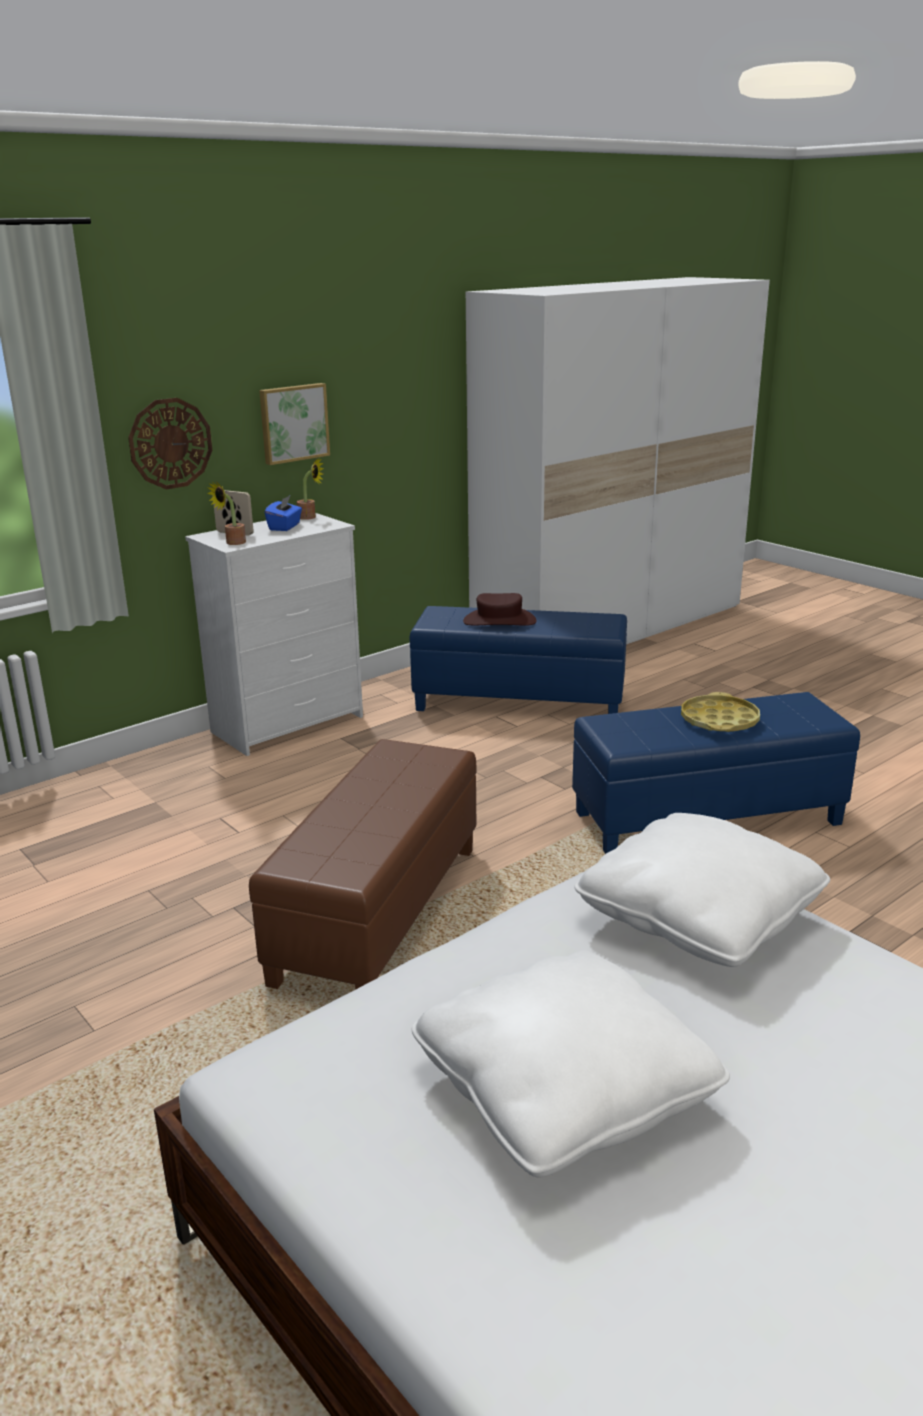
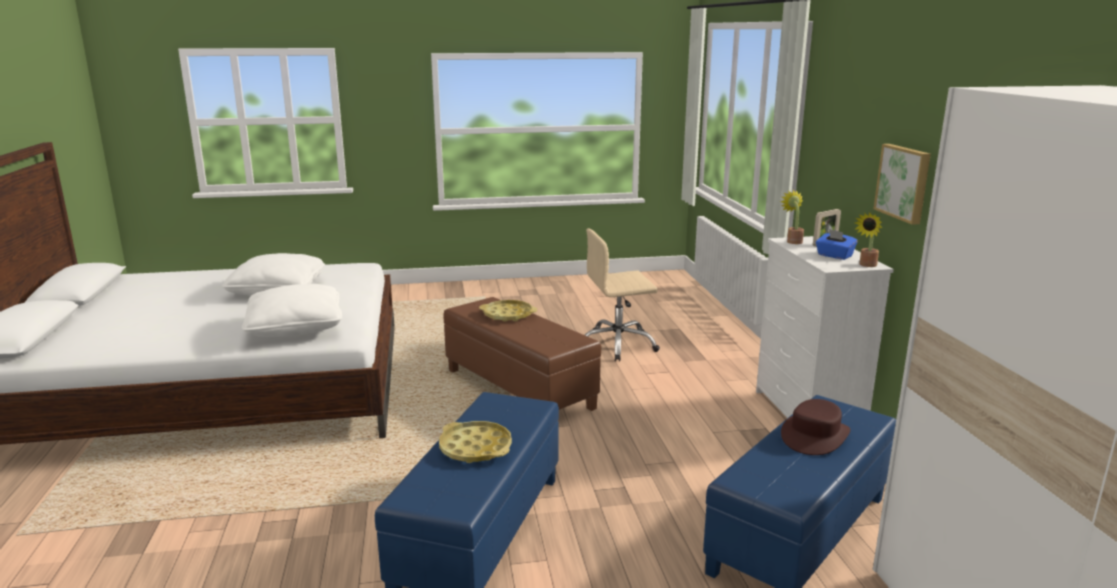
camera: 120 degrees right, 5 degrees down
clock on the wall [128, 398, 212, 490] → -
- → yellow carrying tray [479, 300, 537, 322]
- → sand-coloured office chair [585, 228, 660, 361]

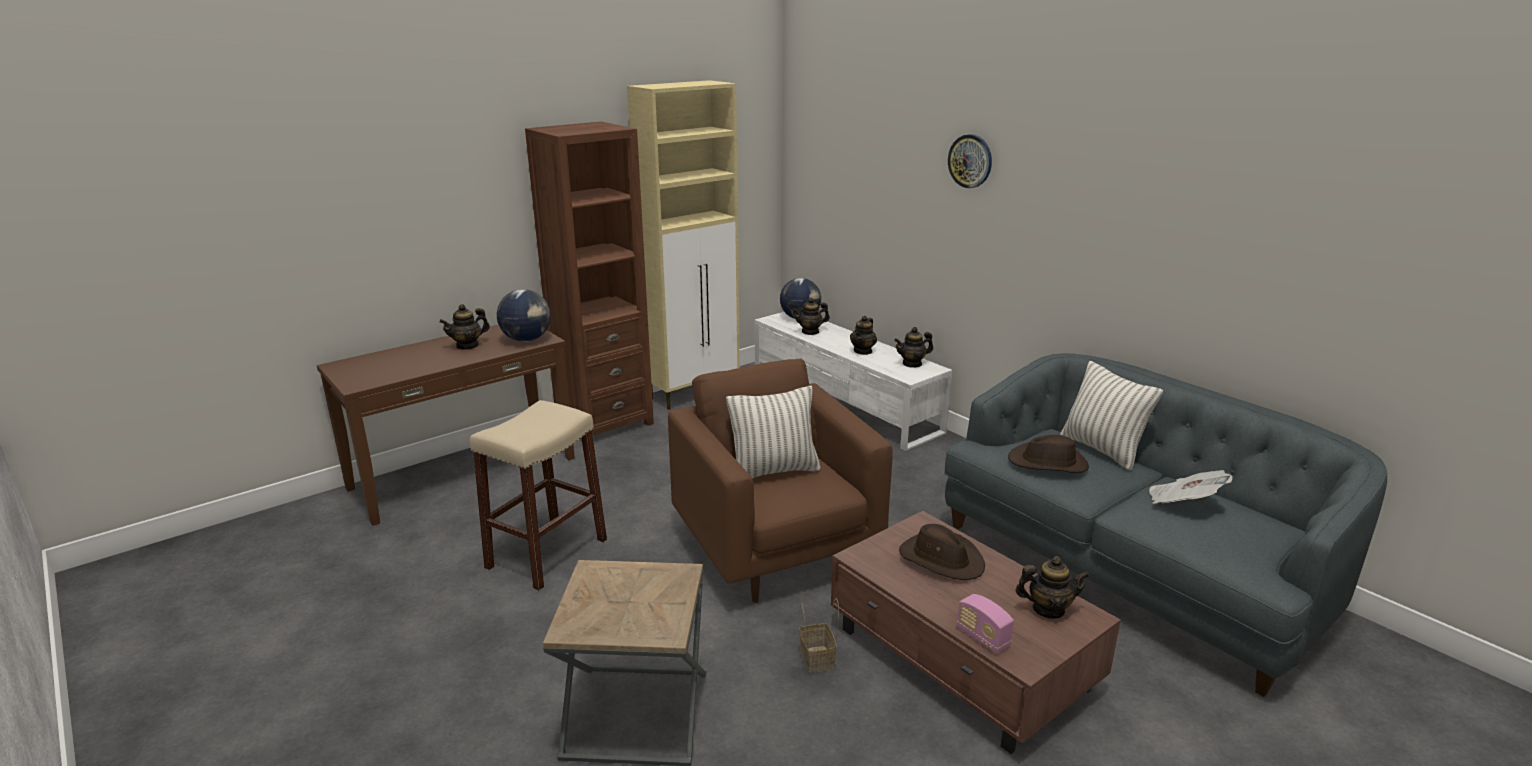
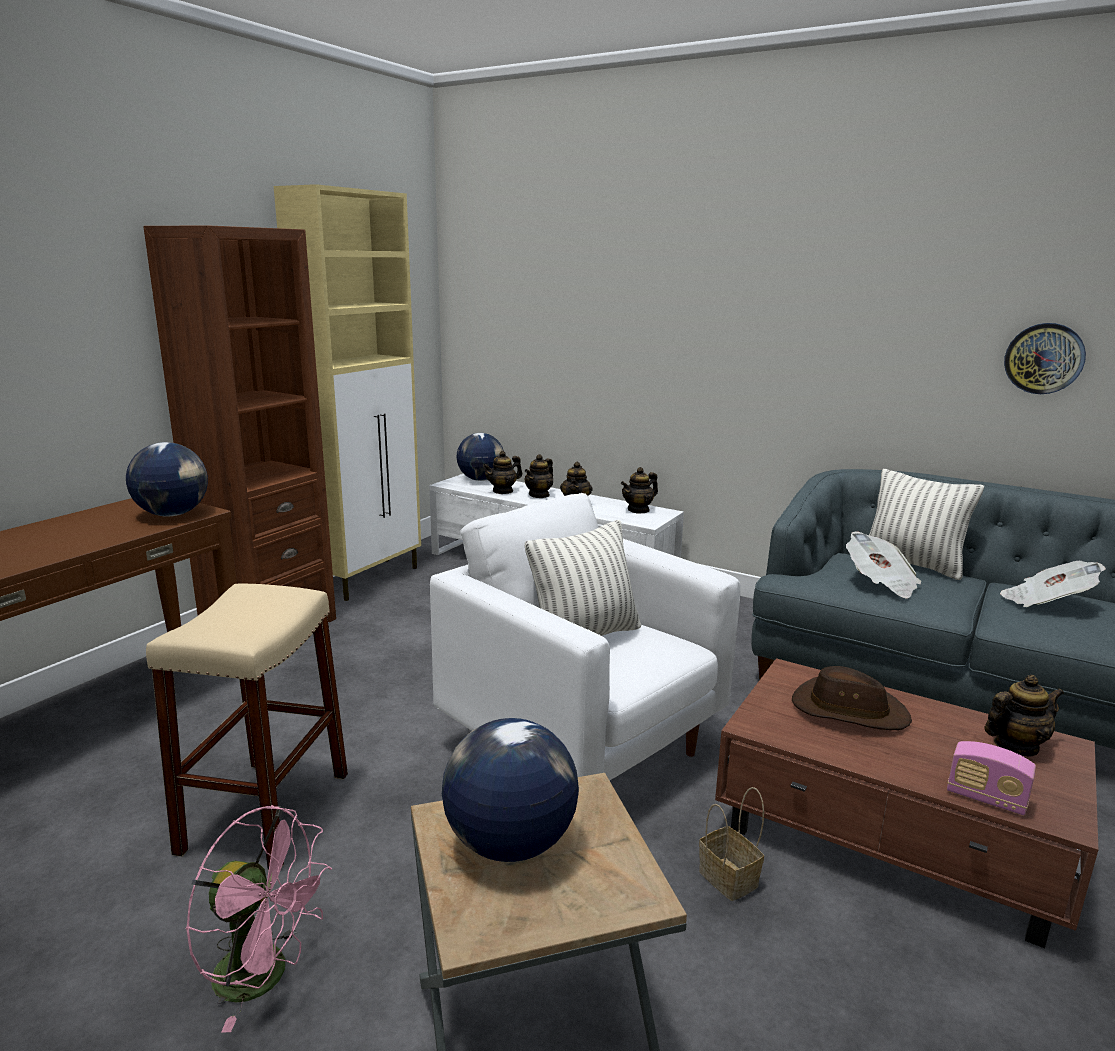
camera: 20 degrees left, 5 degrees down
- → pink cooling fan [186, 805, 332, 1032]
- → world globe [442, 718, 579, 862]
tea pot [439, 304, 490, 350] → tea pot [525, 454, 553, 498], relocated
clock on the wall [948, 134, 992, 188] → clock on the wall [1004, 323, 1086, 394], relocated
brown-coloured hat [1008, 435, 1089, 473] → newspaper [846, 532, 922, 599]
brown-coloured lounge chair [668, 358, 893, 603] → white-coloured lounge chair [430, 493, 740, 781]

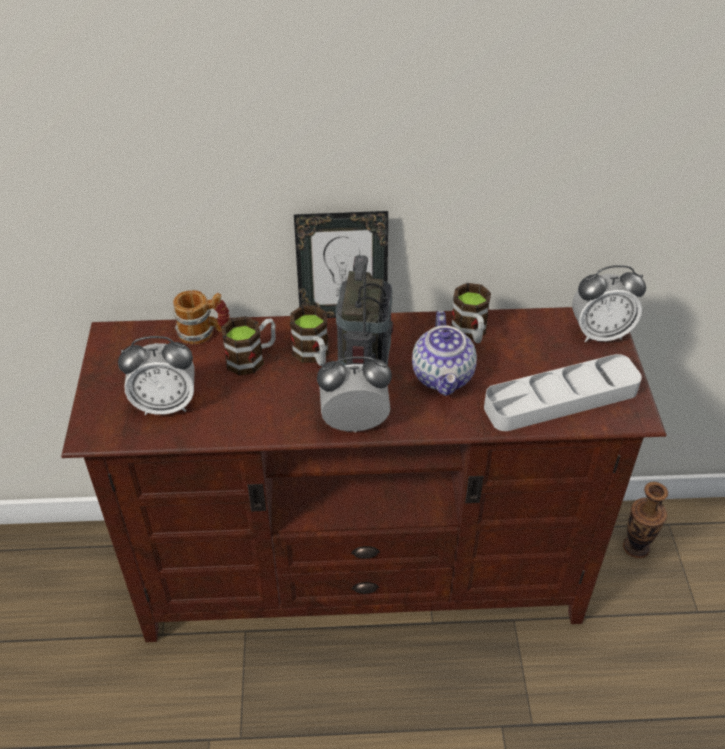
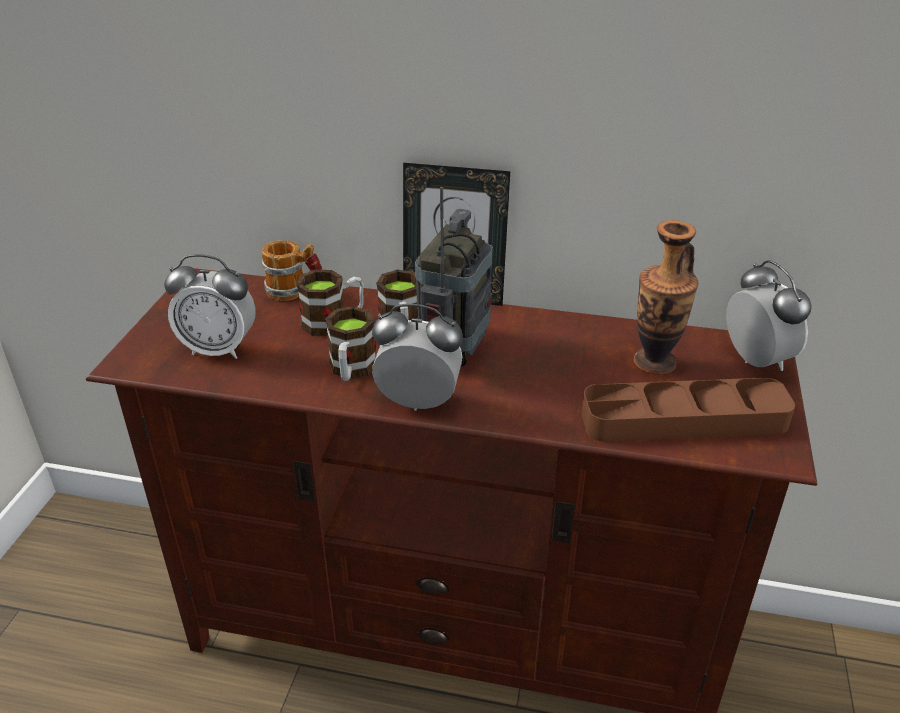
camera: 15 degrees right, 10 degrees down
tea pot [412, 311, 477, 396] → -
coffee mug [451, 283, 491, 343] → coffee mug [325, 306, 376, 381], relocated
vase [623, 482, 668, 558] → vase [634, 220, 699, 375], relocated
grey carrying tray [484, 354, 642, 431] → brown-coloured carrying tray [582, 378, 795, 441]
bedside clock [572, 265, 646, 342] → bedside clock [726, 260, 812, 371], 120 degrees counterclockwise

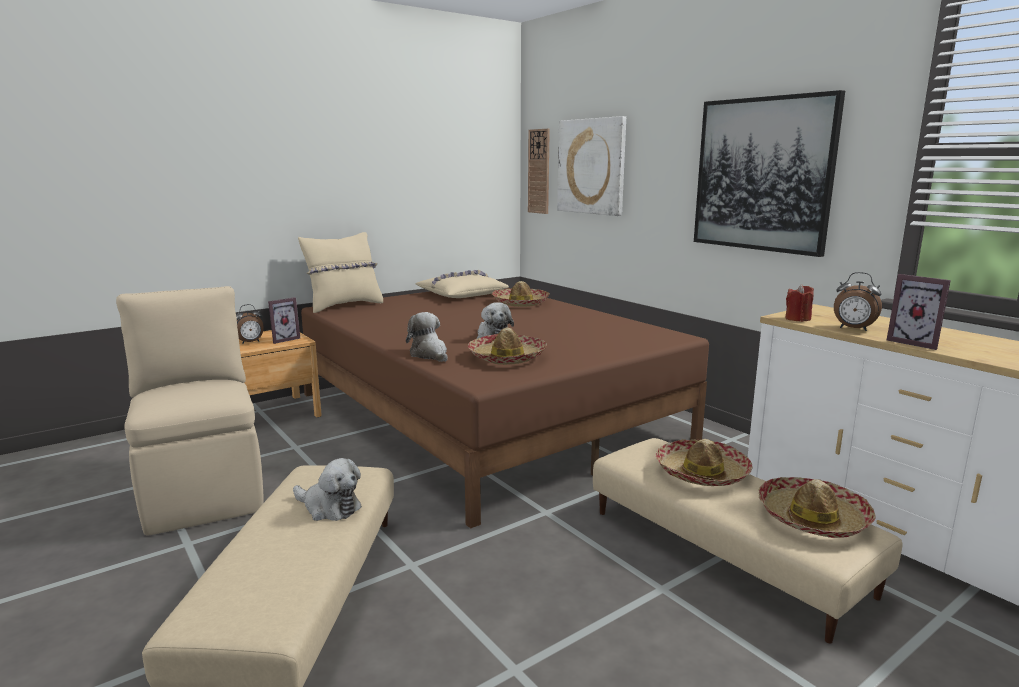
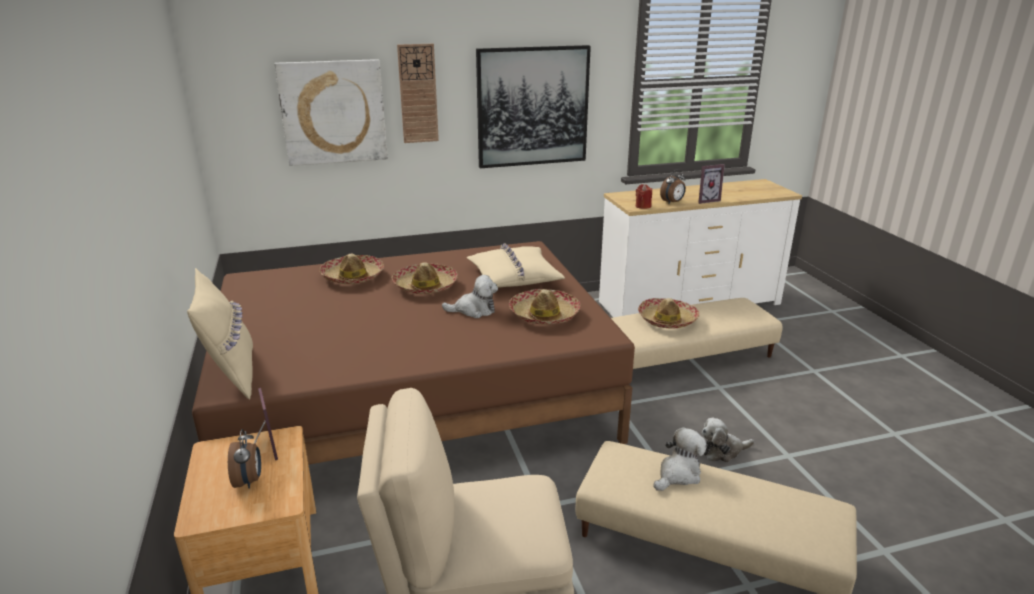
camera: 70 degrees left, 10 degrees up
plush toy [406, 312, 448, 362] → plush toy [702, 418, 755, 462], relocated
sand-coloured throw pillow [415, 270, 509, 298] → sand-coloured throw pillow [467, 243, 565, 288], relocated
clock on the wall [528, 129, 550, 214] → clock on the wall [397, 44, 439, 143], relocated
hat [759, 477, 876, 538] → hat [392, 263, 458, 294], relocated

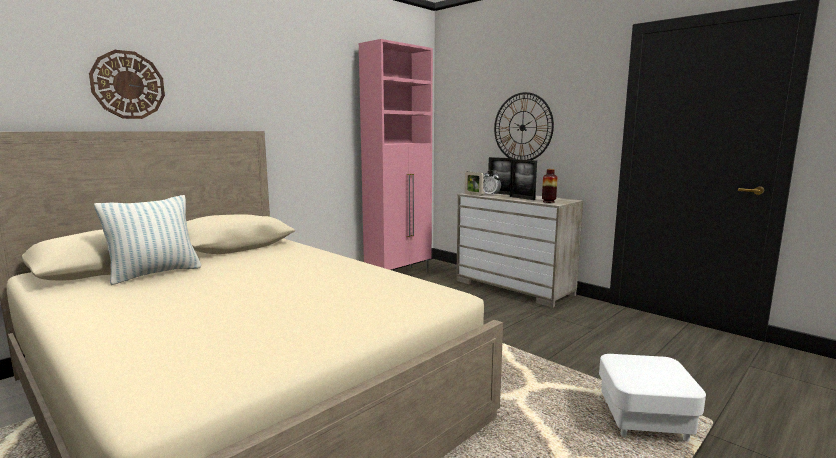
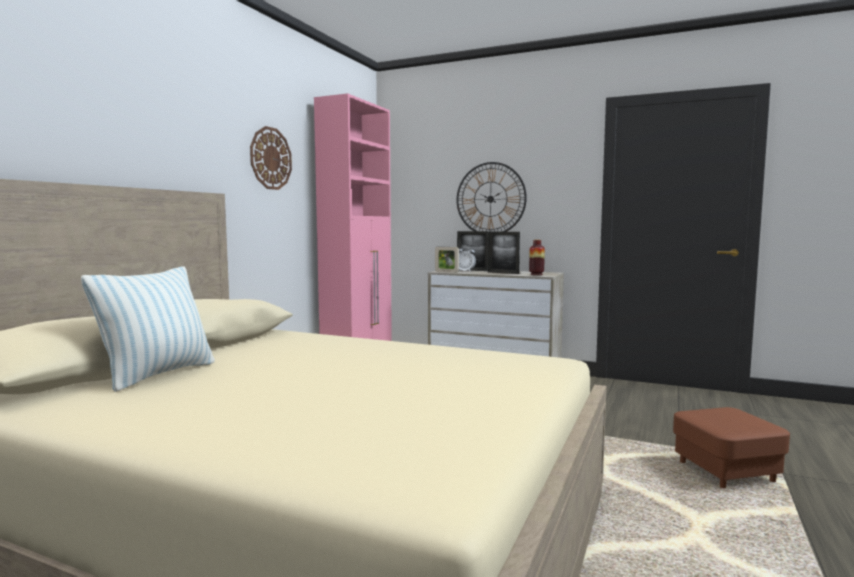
camera: 20 degrees left, 5 degrees down
clock on the wall [89, 50, 165, 119] → clock on the wall [250, 126, 292, 190], relocated
white-coloured pouffe [599, 354, 706, 442] → brown-coloured pouffe [673, 407, 790, 488]

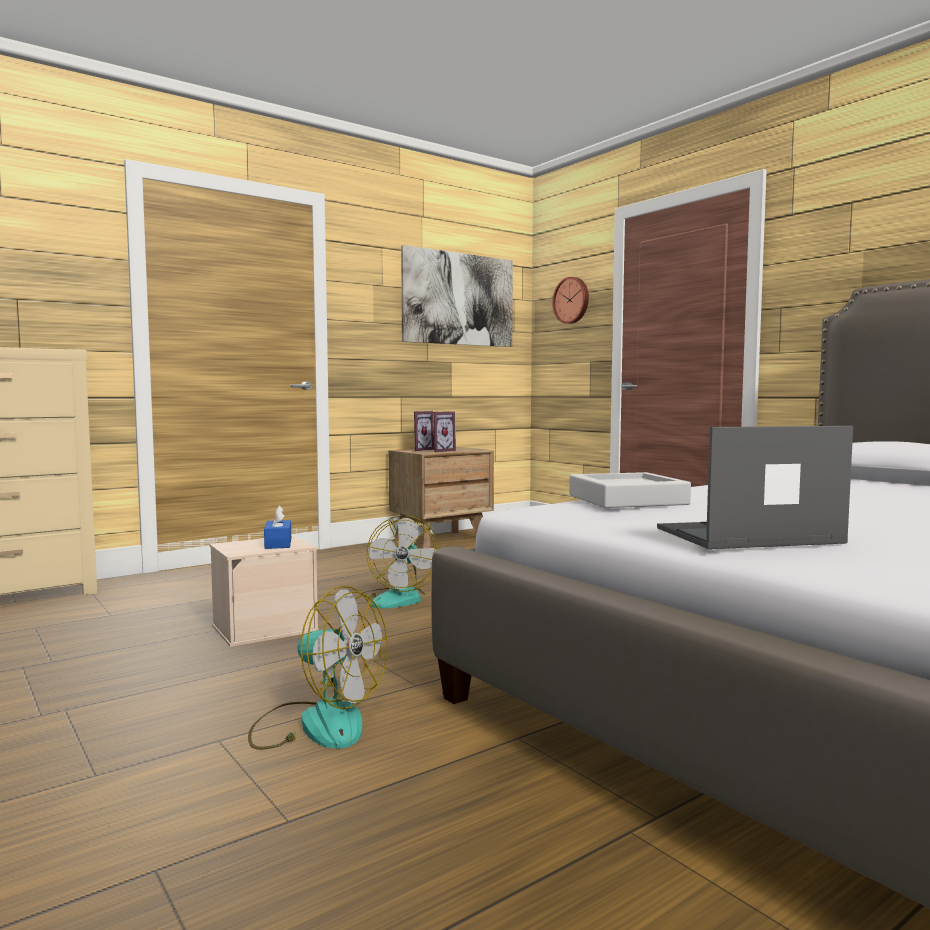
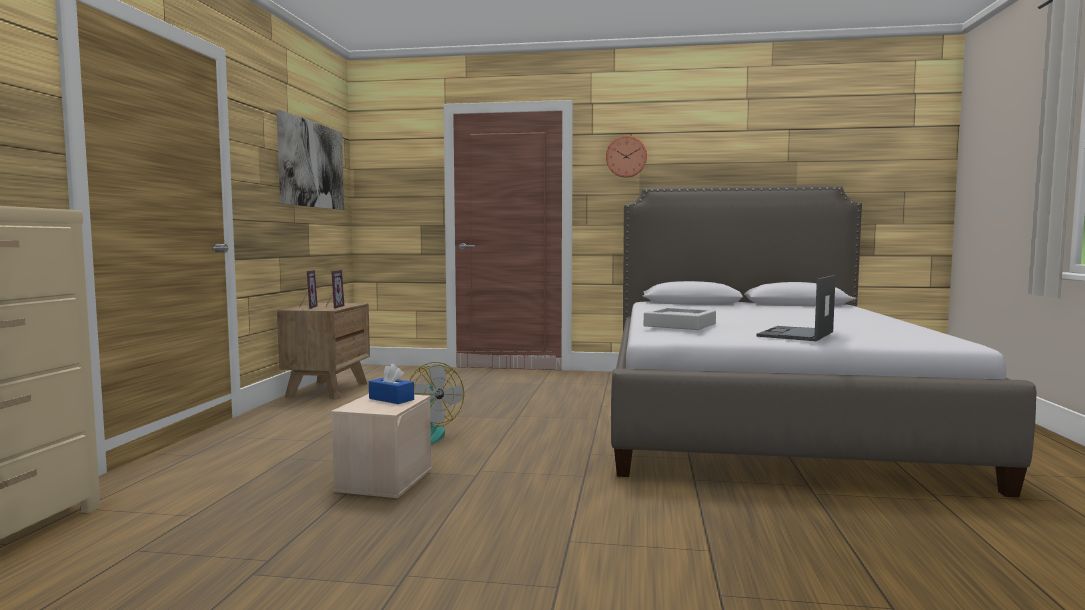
camera: 45 degrees left, 0 degrees up
cooling fan [248, 586, 388, 750] → -
clock on the wall [552, 277, 589, 324] → clock on the wall [606, 136, 647, 178], relocated

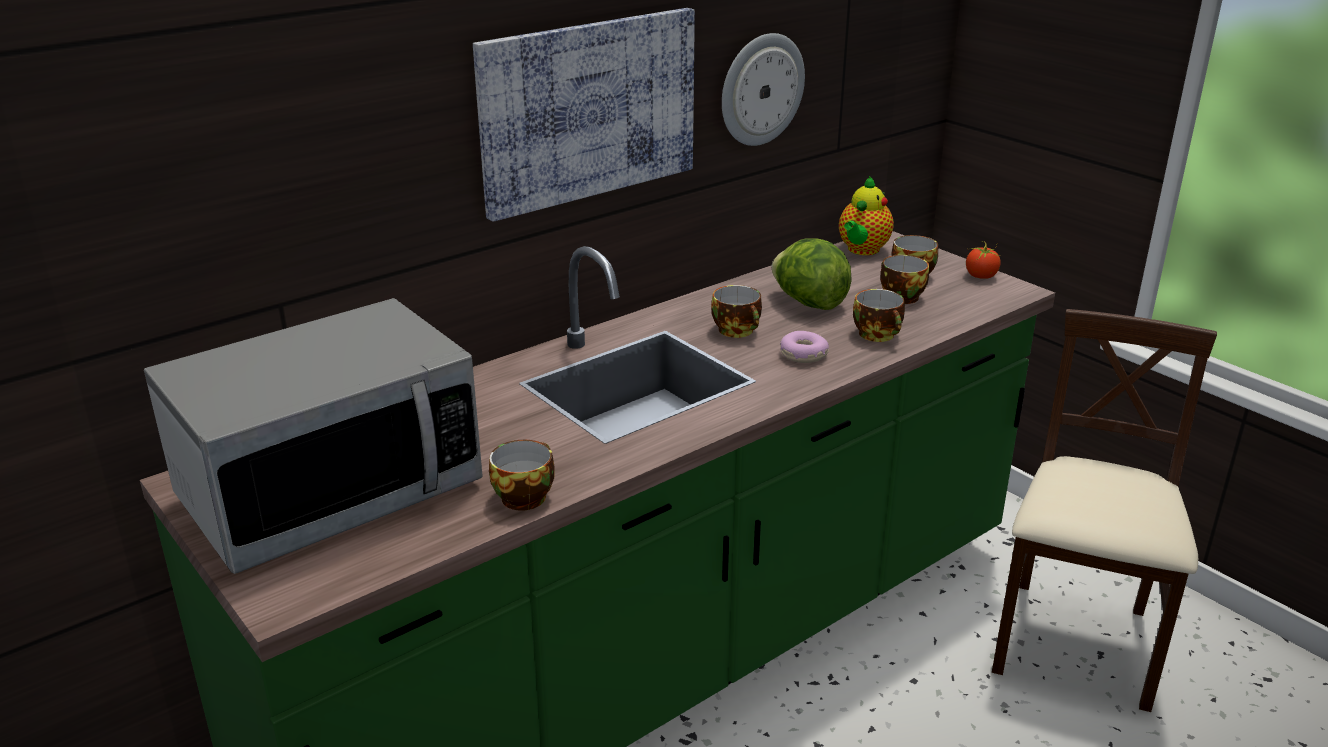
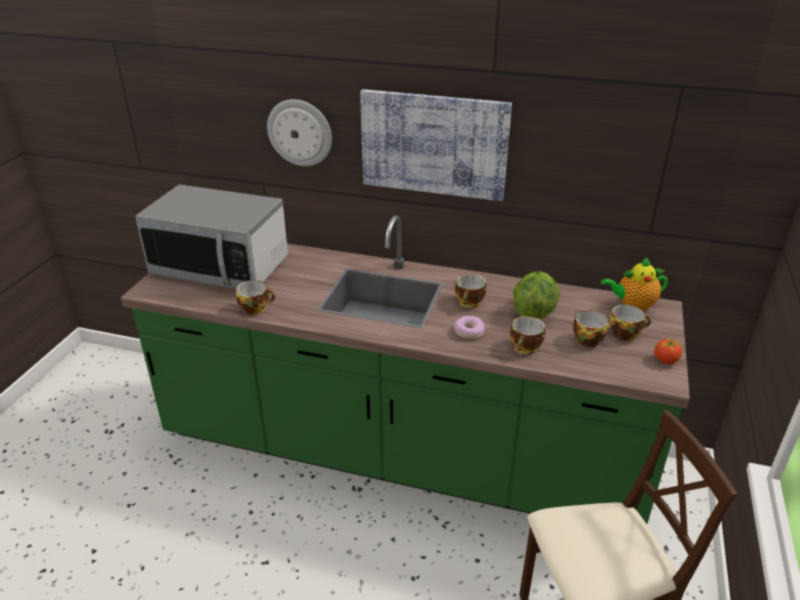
camera: 55 degrees right, 5 degrees up
clock on the wall [722, 33, 805, 146] → clock on the wall [267, 99, 332, 166], relocated

